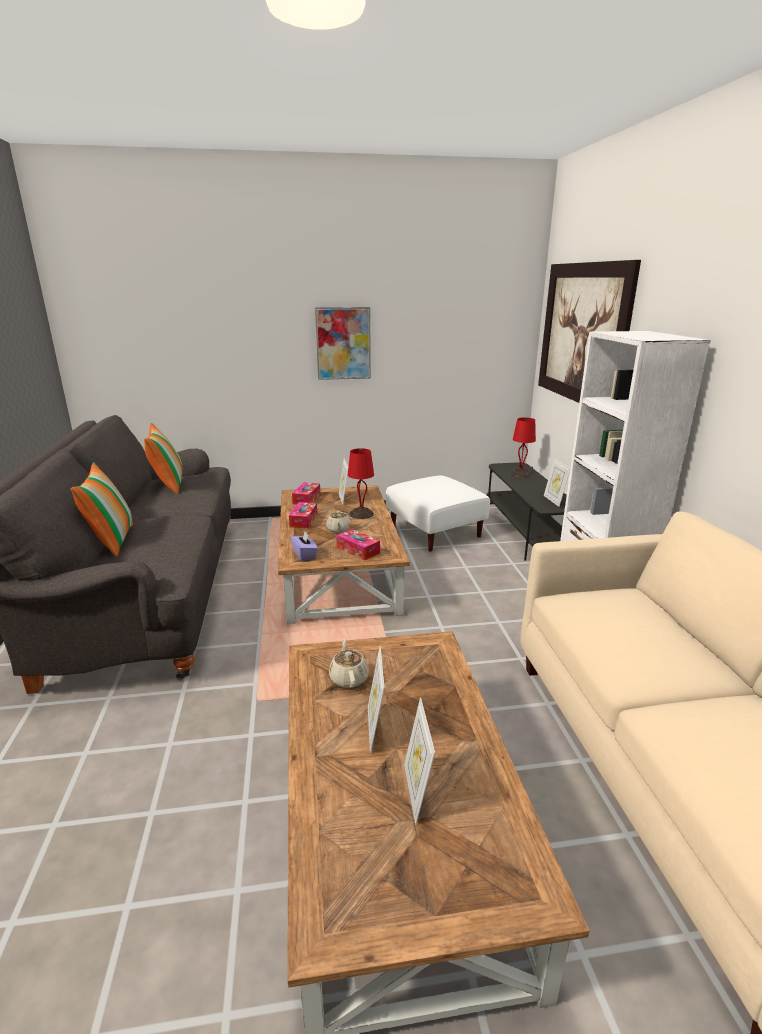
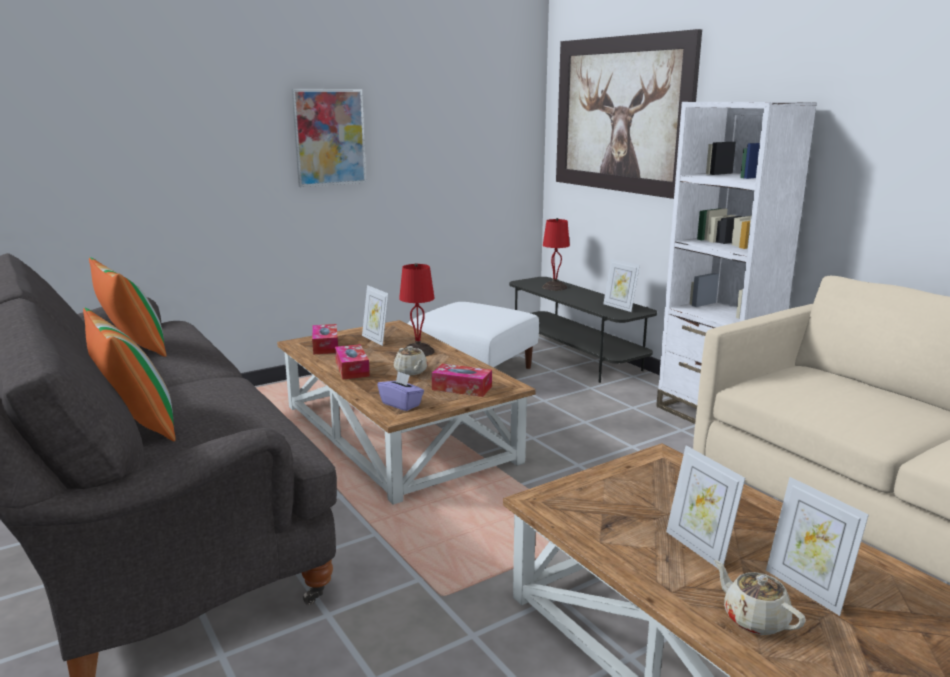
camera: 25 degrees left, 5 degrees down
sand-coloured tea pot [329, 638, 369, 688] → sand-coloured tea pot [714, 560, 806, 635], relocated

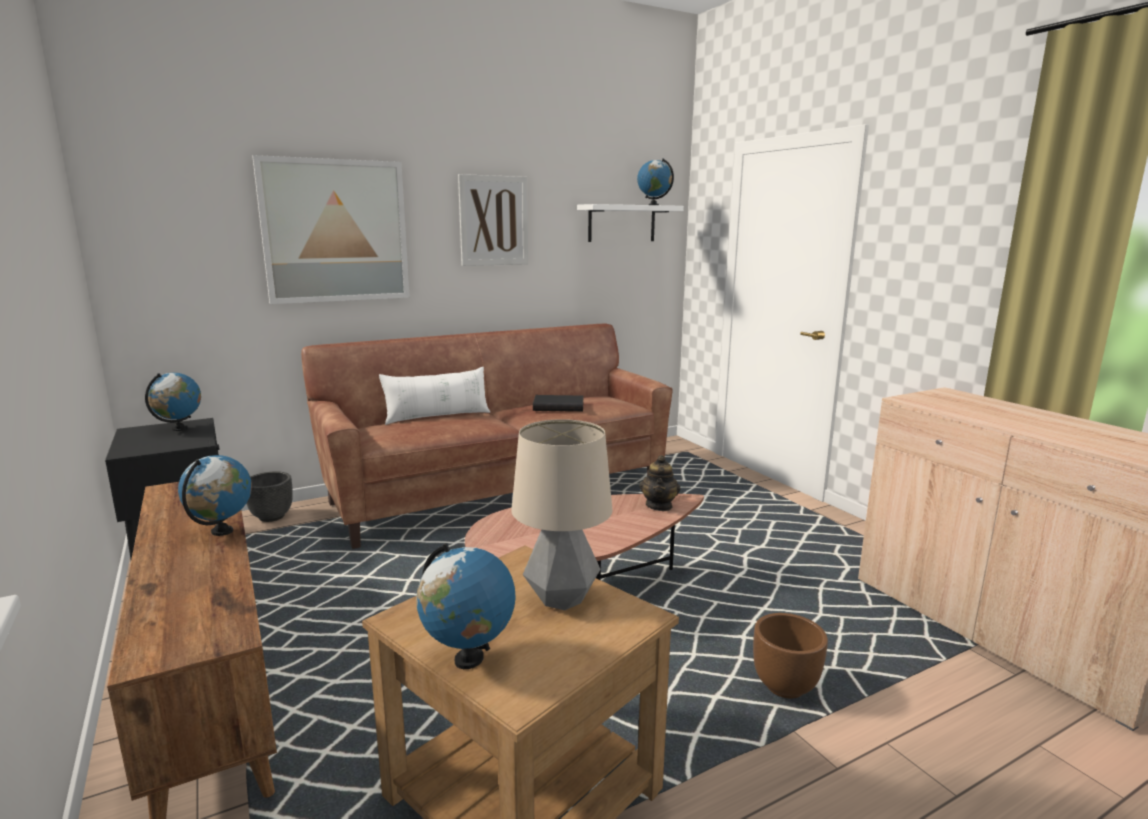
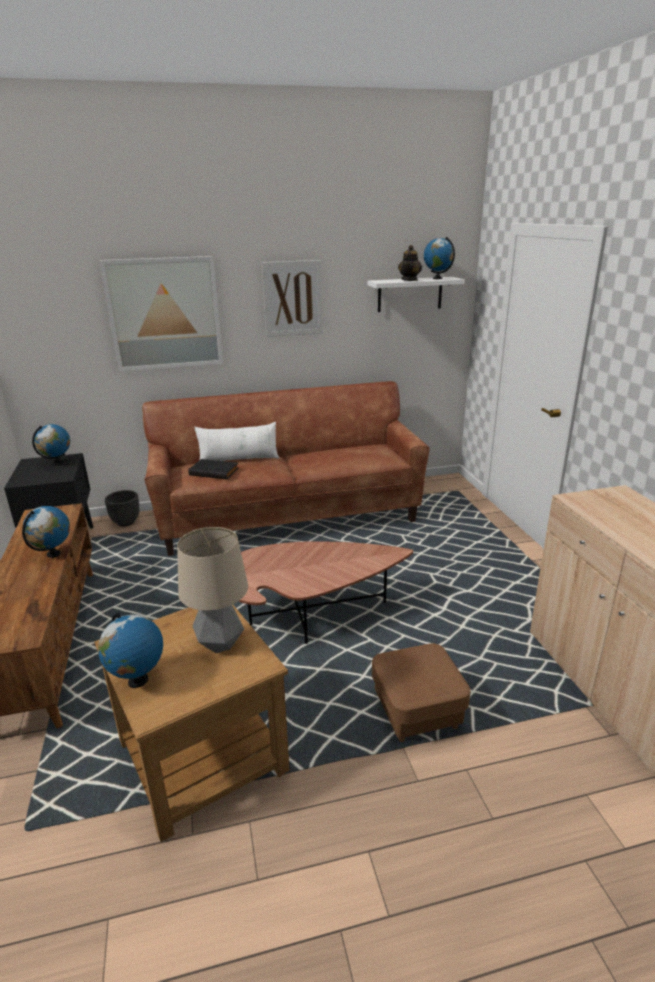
camera: 15 degrees right, 10 degrees up
black-coloured bound book [533, 395, 584, 412] → black-coloured bound book [188, 459, 239, 480], relocated
tea pot [639, 455, 680, 511] → tea pot [398, 245, 422, 281], relocated
brown-coloured plant pot [753, 613, 828, 698] → brown-coloured pouffe [372, 643, 471, 742]

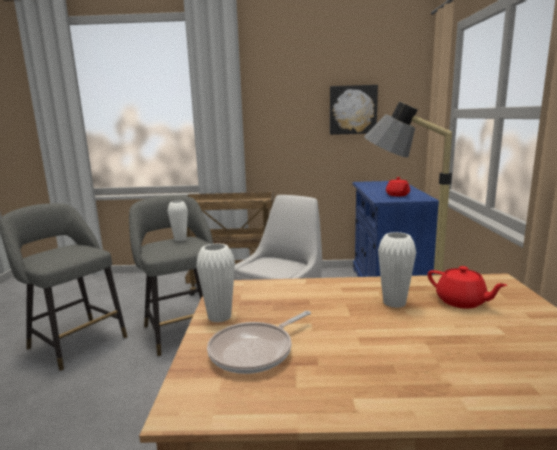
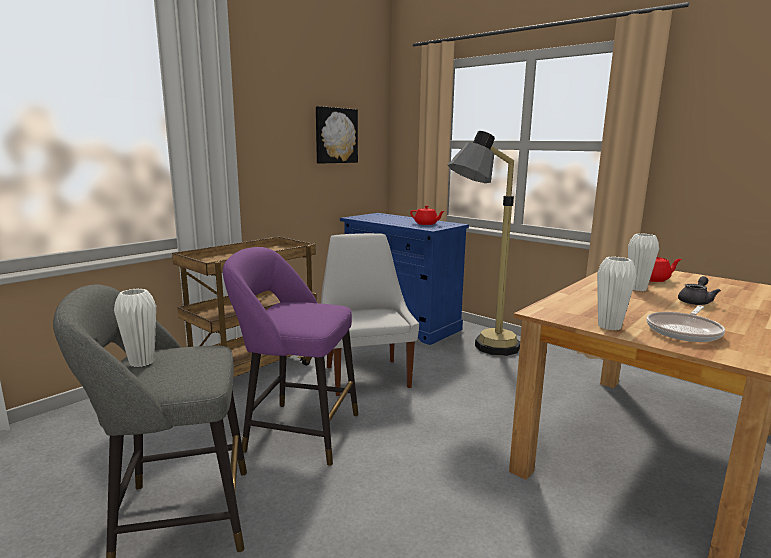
camera: 50 degrees left, 0 degrees up
- → grey tea pot [678, 276, 721, 305]
white-coloured vase [168, 201, 188, 241] → white-coloured vase [114, 289, 156, 367], relocated
grey stool [129, 195, 213, 356] → purple stool [223, 247, 358, 466]
pan [207, 311, 311, 374] → pan [647, 305, 725, 342], 45 degrees clockwise

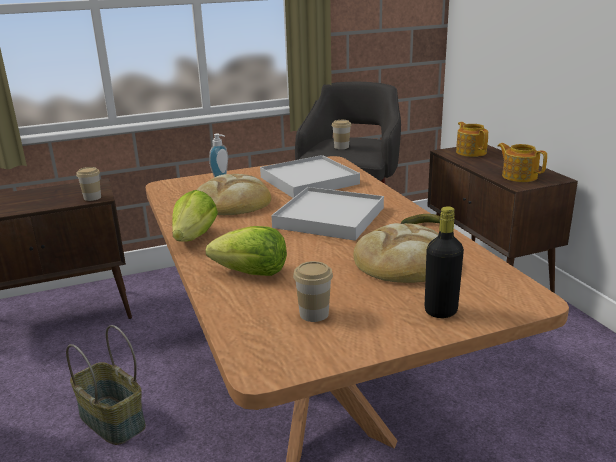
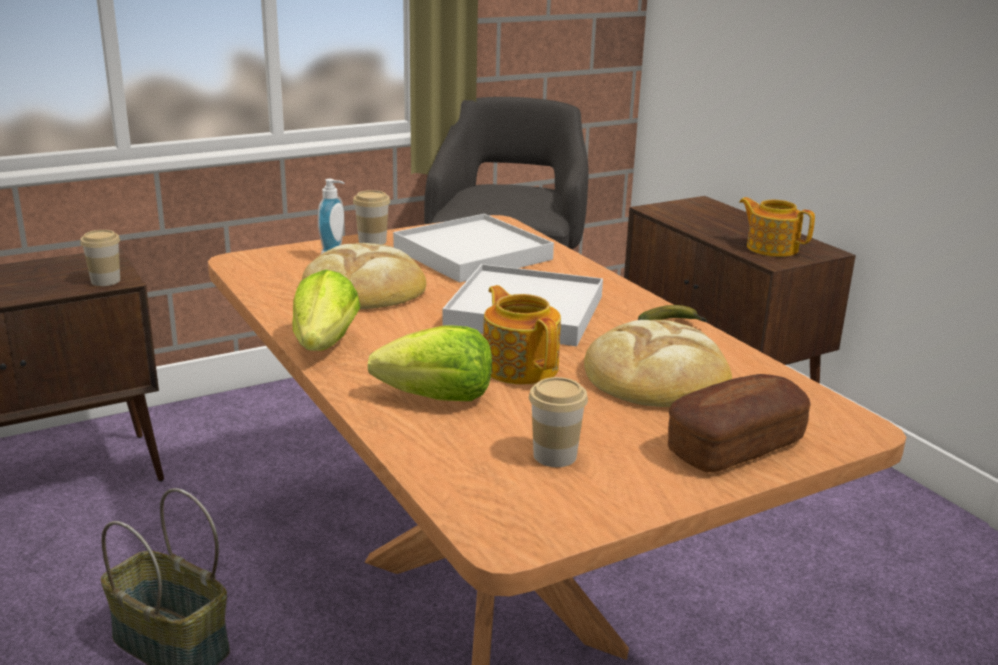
camera: 10 degrees left, 0 degrees up
cup [332, 120, 351, 149] → cup [353, 190, 390, 245], relocated
tea pot [456, 122, 488, 157] → tea pot [483, 285, 561, 384], relocated
black-coloured beverage bottle [425, 206, 464, 318] → bakery bread [668, 374, 811, 472]

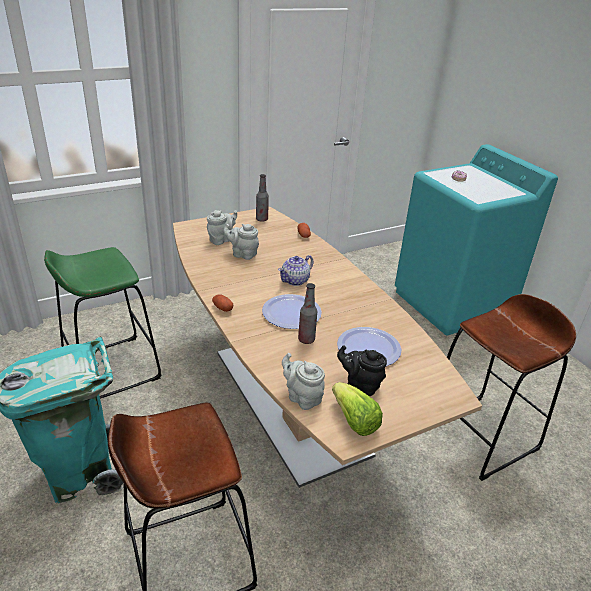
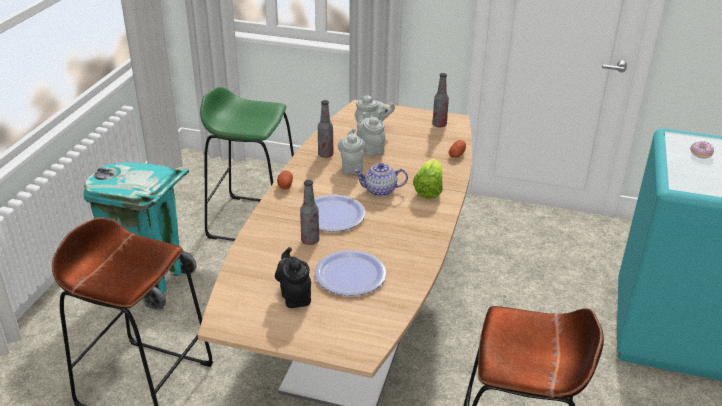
camera: 45 degrees right, 0 degrees up
- → beverage bottle [318, 100, 334, 158]
grey tea pot [282, 353, 325, 410] → grey tea pot [338, 128, 366, 174], relocated
lettuce [332, 382, 383, 436] → lettuce [413, 159, 443, 199], relocated

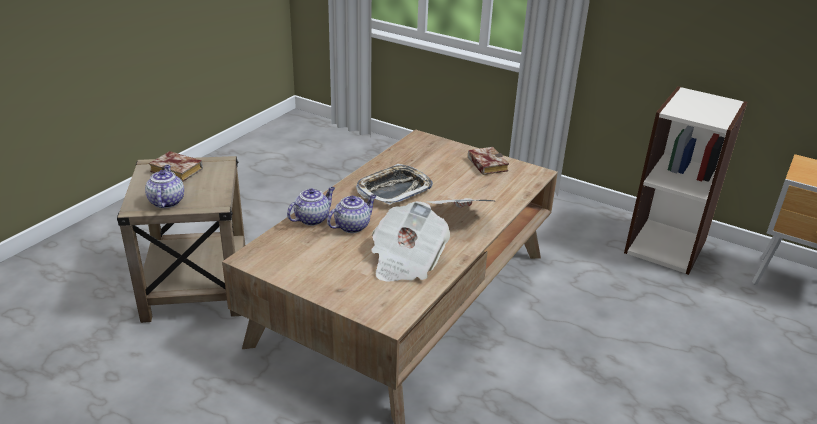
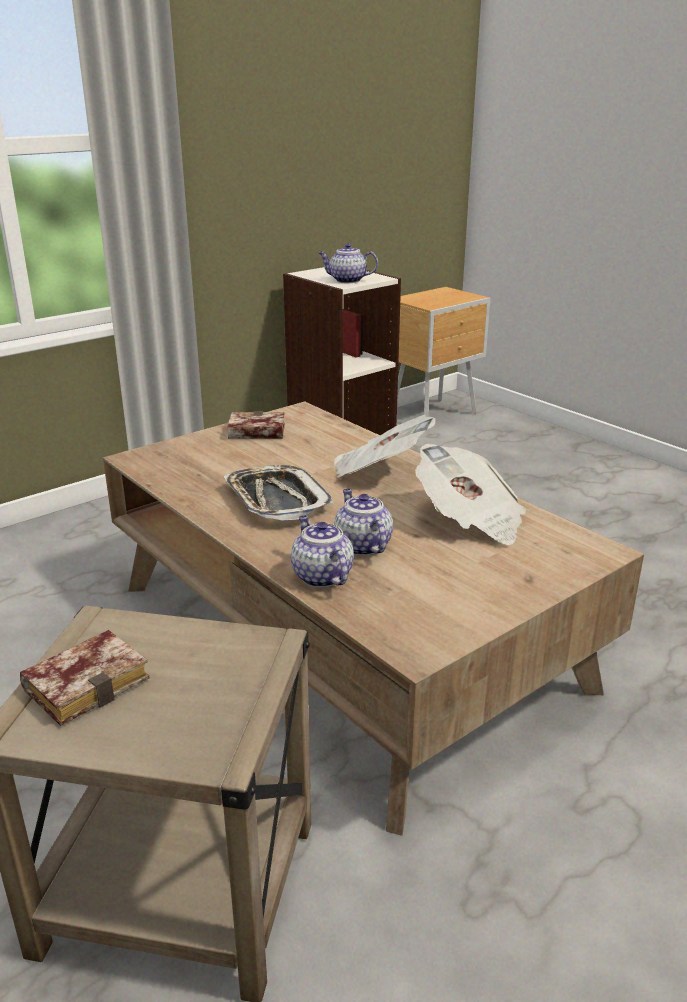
camera: 70 degrees left, 5 degrees down
tea pot [145, 165, 184, 208] → tea pot [319, 243, 378, 283], relocated

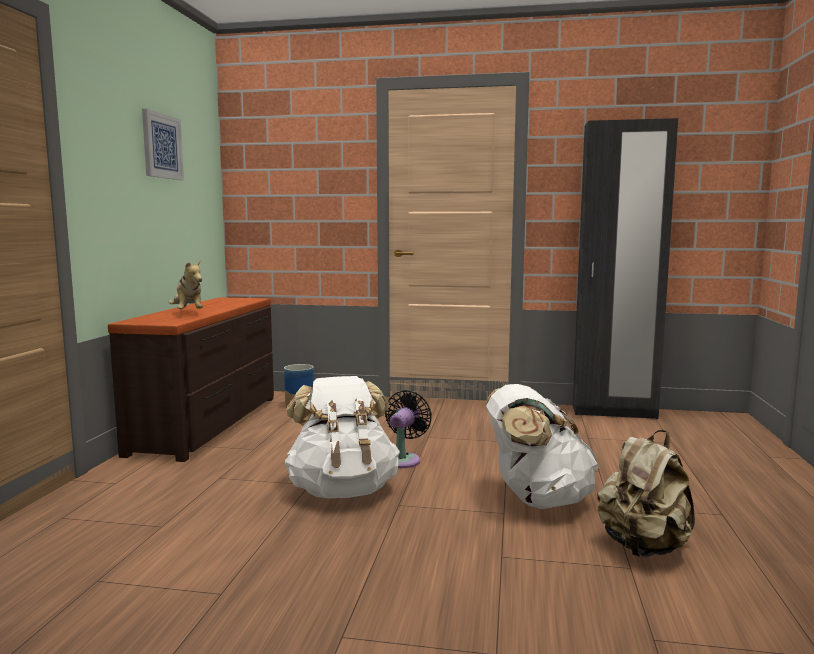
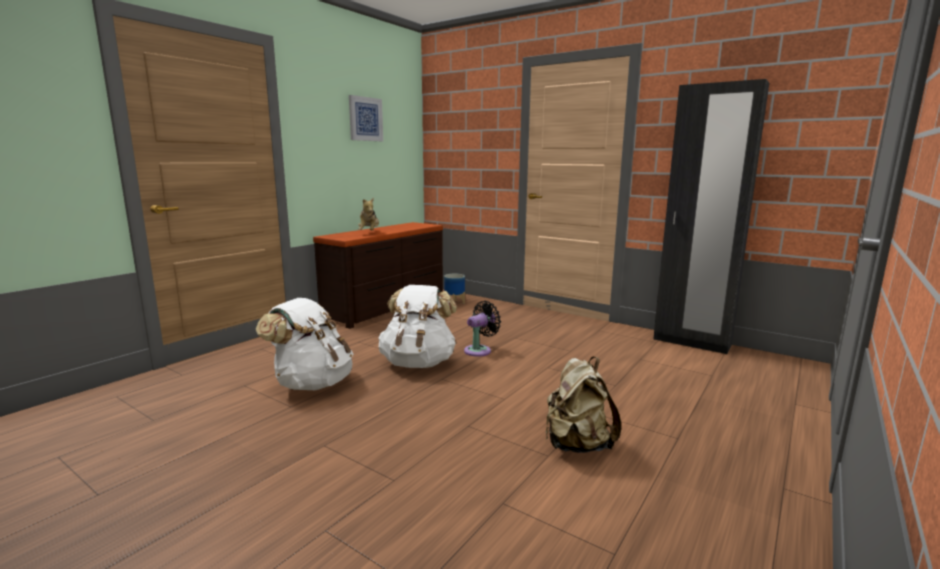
camera: 25 degrees right, 5 degrees up
white-coloured backpack [486, 384, 599, 509] → white-coloured backpack [256, 298, 353, 390], relocated

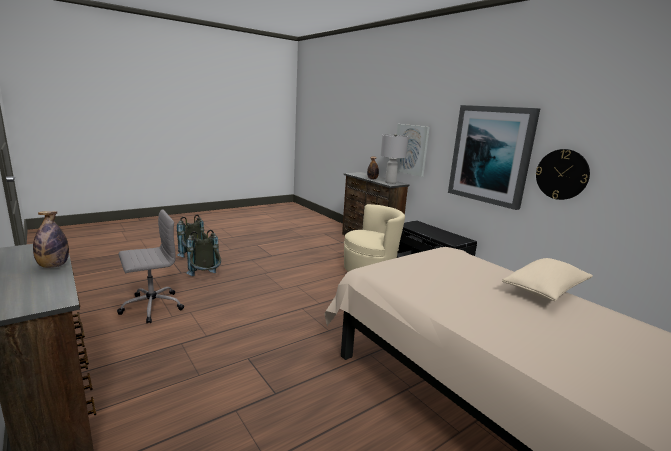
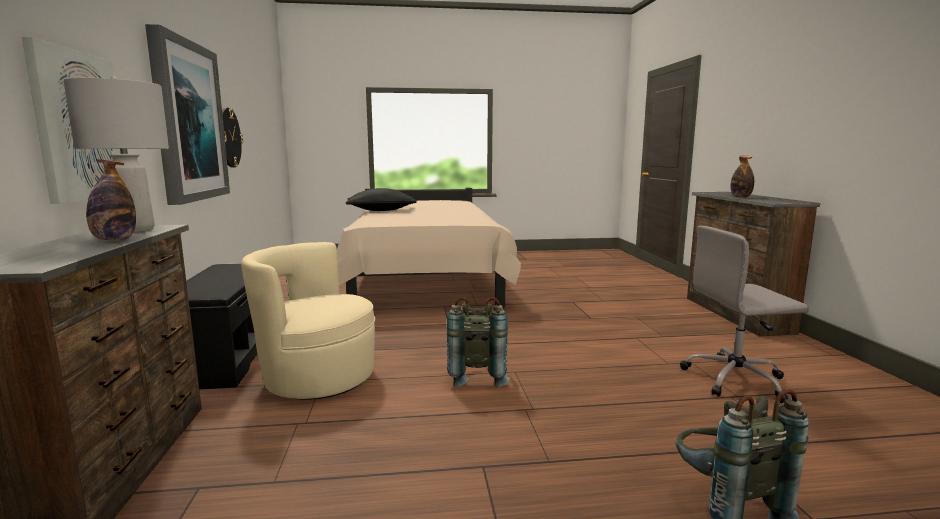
camera: 150 degrees left, 5 degrees down
grey backpack [186, 230, 221, 276] → grey backpack [447, 297, 510, 387], relocated
sand-coloured throw pillow [502, 258, 593, 301] → black-coloured throw pillow [346, 188, 416, 211]

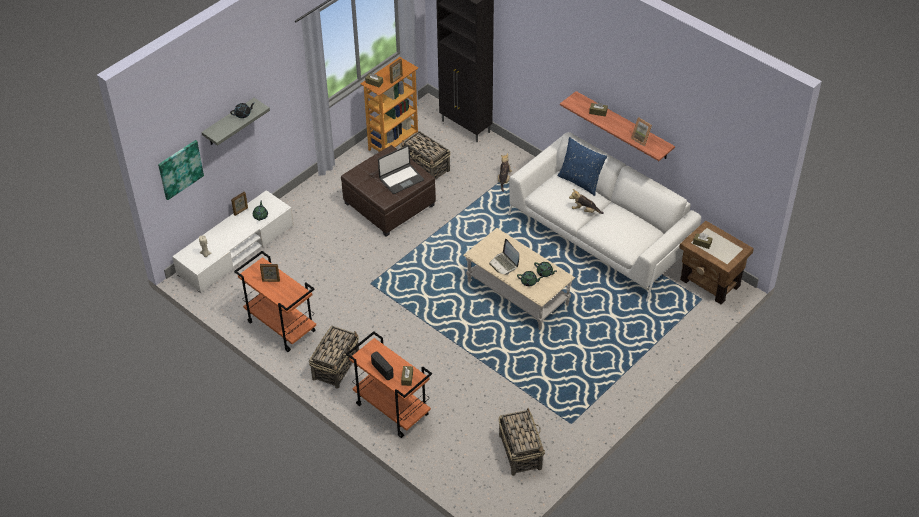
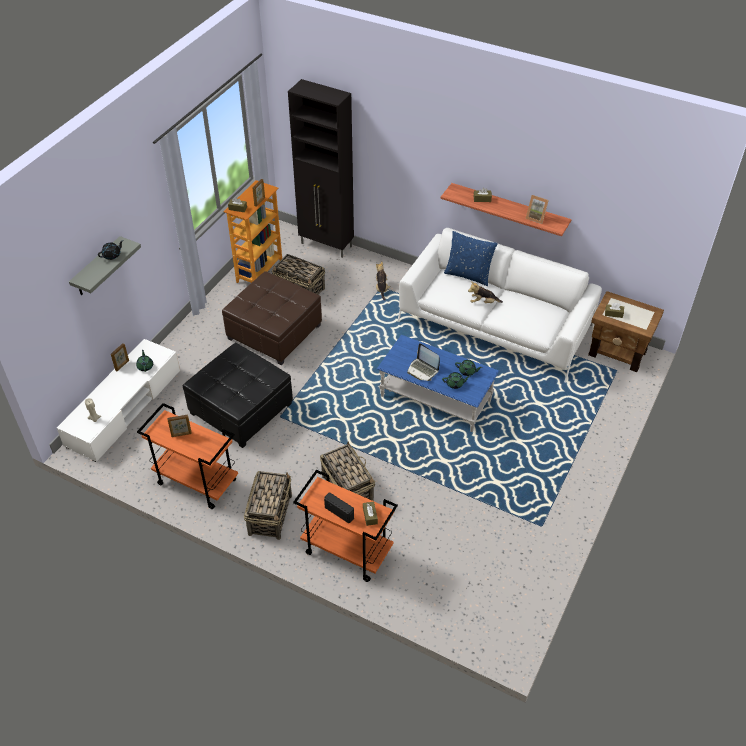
camera: 15 degrees left, 0 degrees up
wall art [158, 140, 204, 200] → -
portable computer [378, 145, 424, 194] → -
- → black-coloured pouffe [183, 342, 293, 448]
storage basket [499, 408, 545, 476] → storage basket [320, 442, 375, 501], relocated
sand-coloured lounge table [463, 228, 575, 330] → blue lounge table [377, 335, 499, 432]

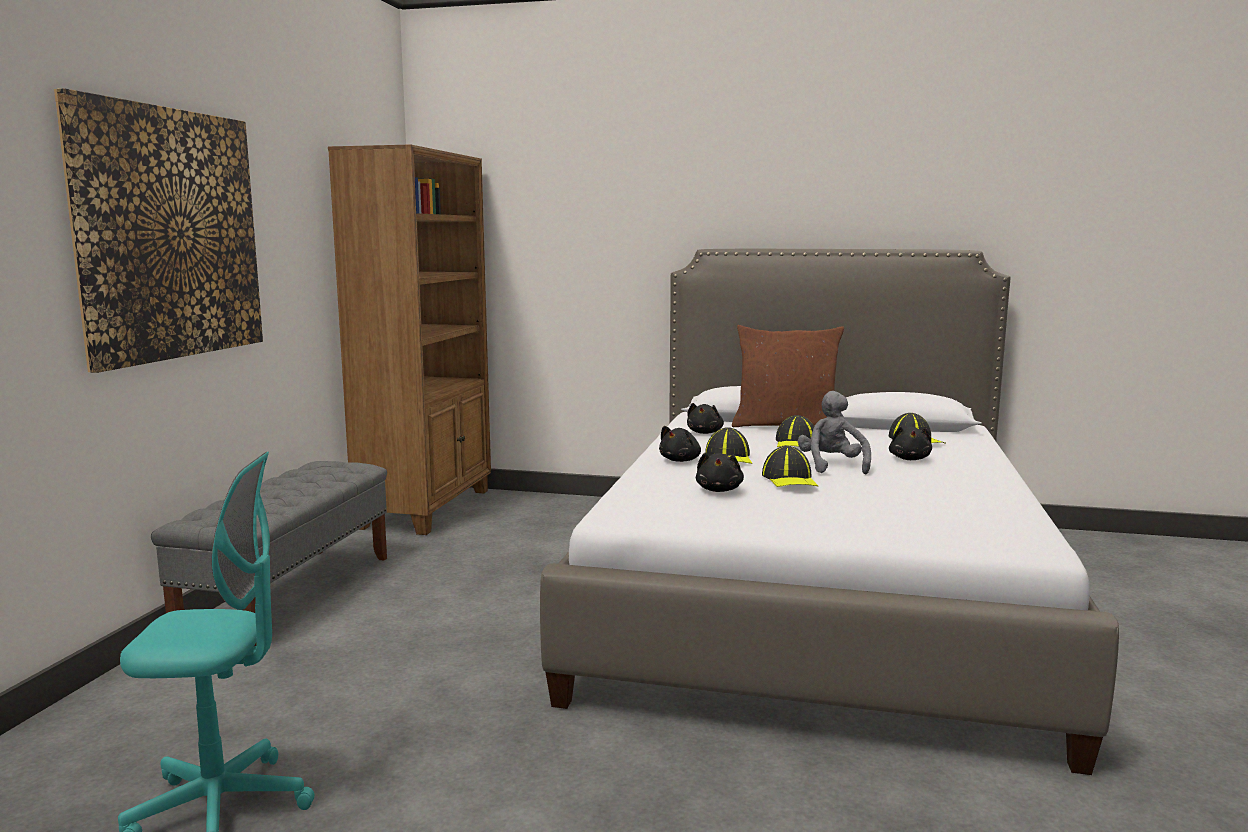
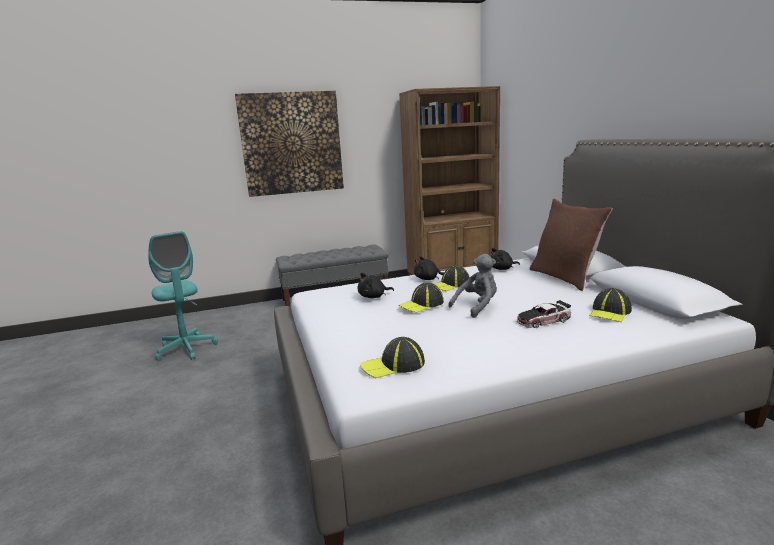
camera: 60 degrees right, 5 degrees up
cap [776, 415, 814, 447] → cap [360, 337, 425, 378], relocated
black-coloured plush toy [889, 426, 932, 460] → toy car [517, 300, 571, 328]

